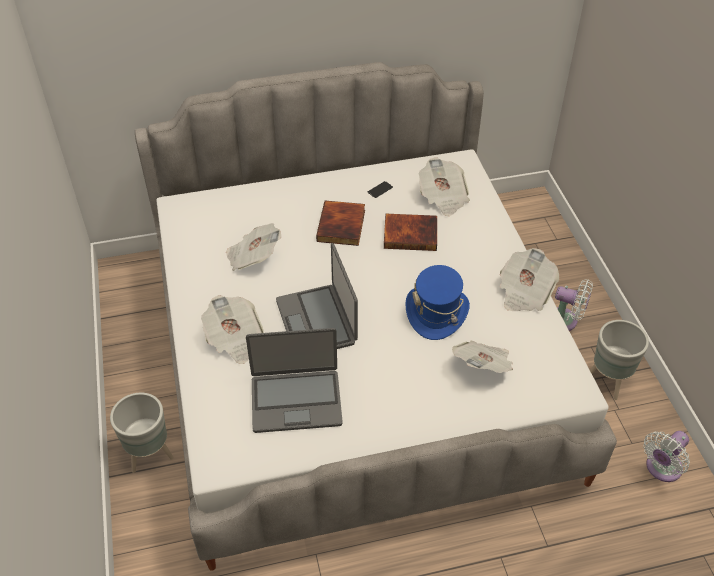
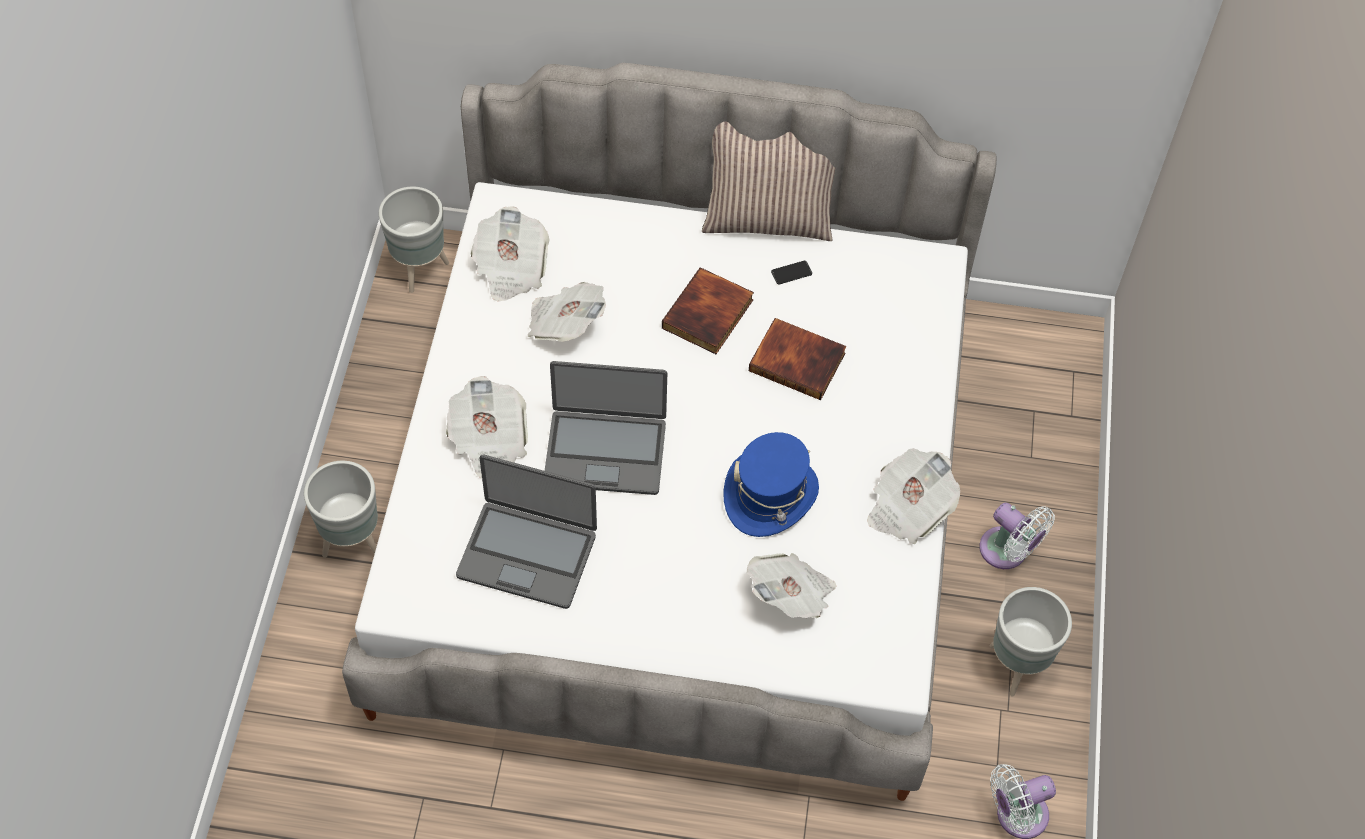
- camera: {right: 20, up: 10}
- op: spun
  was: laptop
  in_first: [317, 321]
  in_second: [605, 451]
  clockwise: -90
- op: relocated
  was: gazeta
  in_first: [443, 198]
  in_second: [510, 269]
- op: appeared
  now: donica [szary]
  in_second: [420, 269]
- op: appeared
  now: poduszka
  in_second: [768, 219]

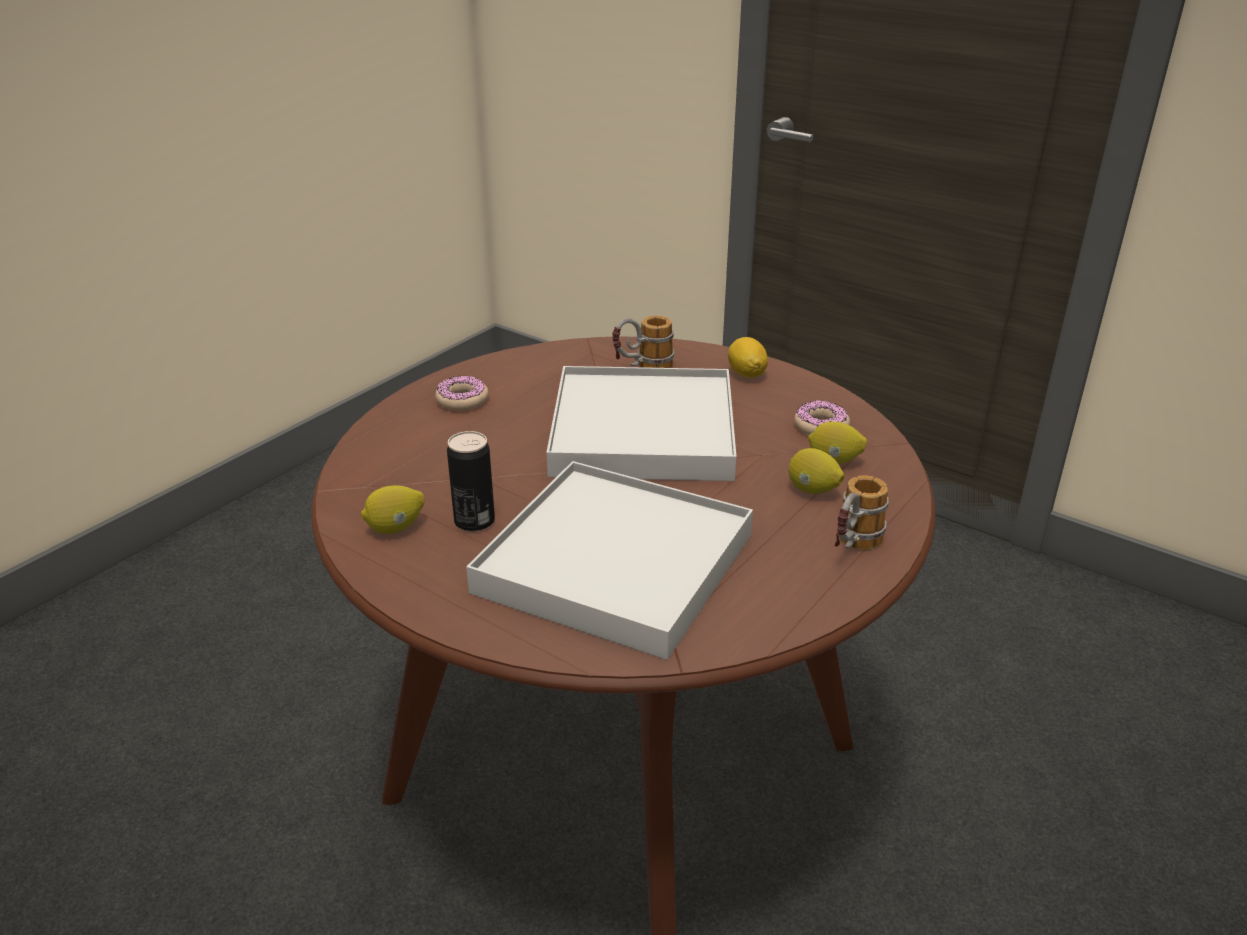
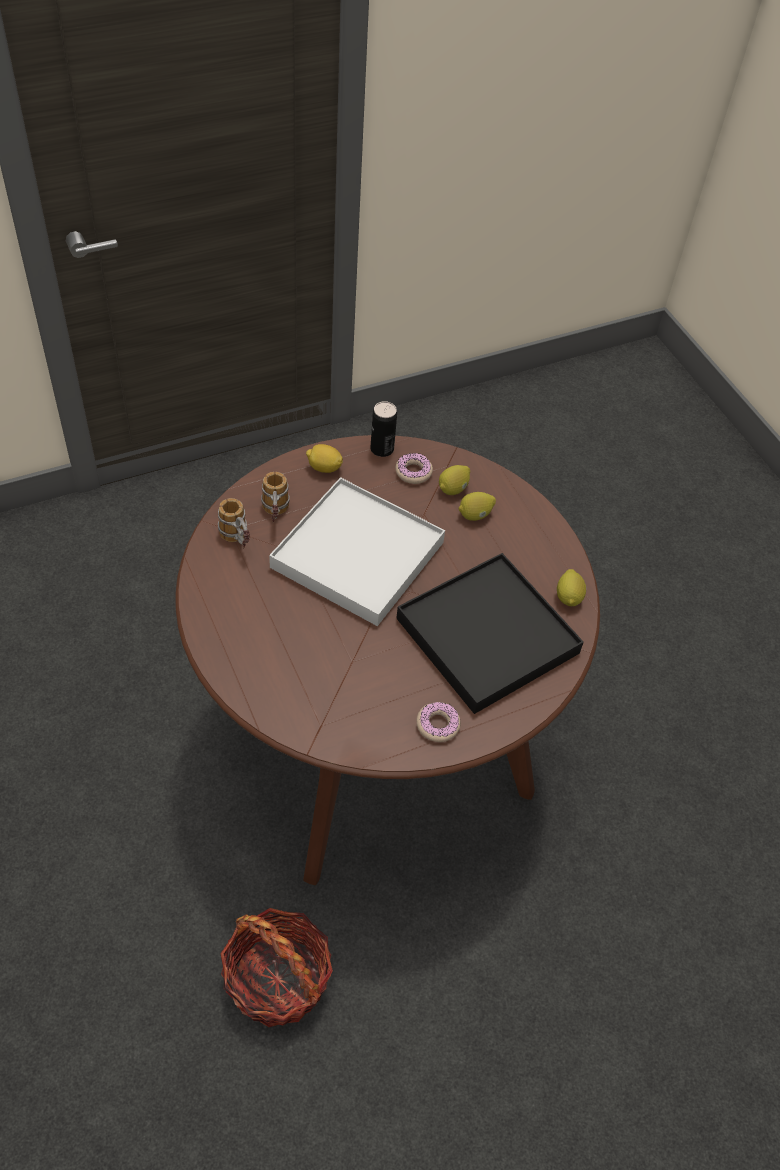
- camera: {right: -65, up: 20}
- op: relocated
  was: cytryna
  in_first: [395, 528]
  in_second: [568, 597]
- op: relocated
  was: donut
  in_first: [462, 400]
  in_second: [437, 725]
- op: relocated
  was: puszka
  in_first: [474, 521]
  in_second: [382, 449]
- op: colour
  was: taca [biały]
  now: taca [czarny]
  in_first: [614, 563]
  in_second: [487, 636]
- op: relocated
  was: kubek
  in_first: [852, 548]
  in_second: [238, 541]
- op: appeared
  now: koszyk
  in_second: [277, 979]

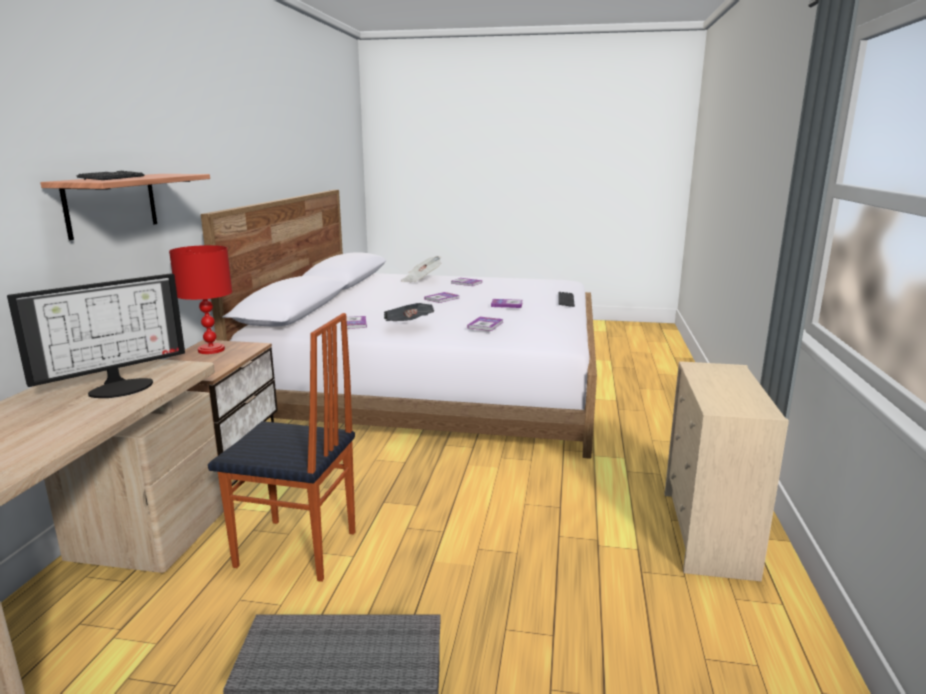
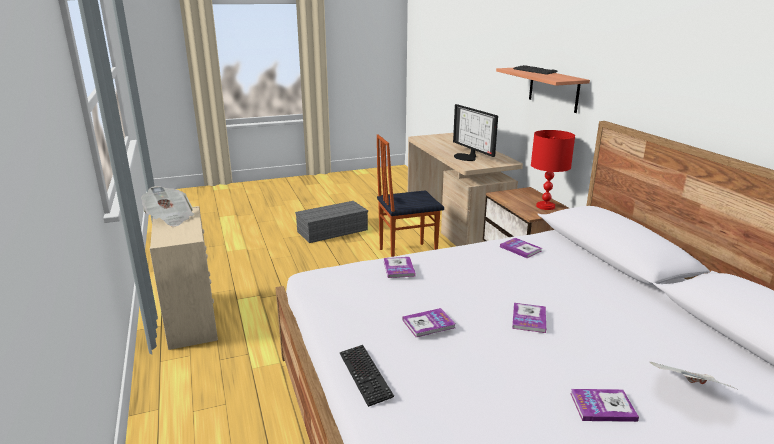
- camera: {right: 150, up: 5}
- op: spun
  was: monitor
  in_first: [120, 386]
  in_second: [467, 157]
  clockwise: -45
- op: relocated
  was: gazeta
  in_first: [409, 327]
  in_second: [170, 218]

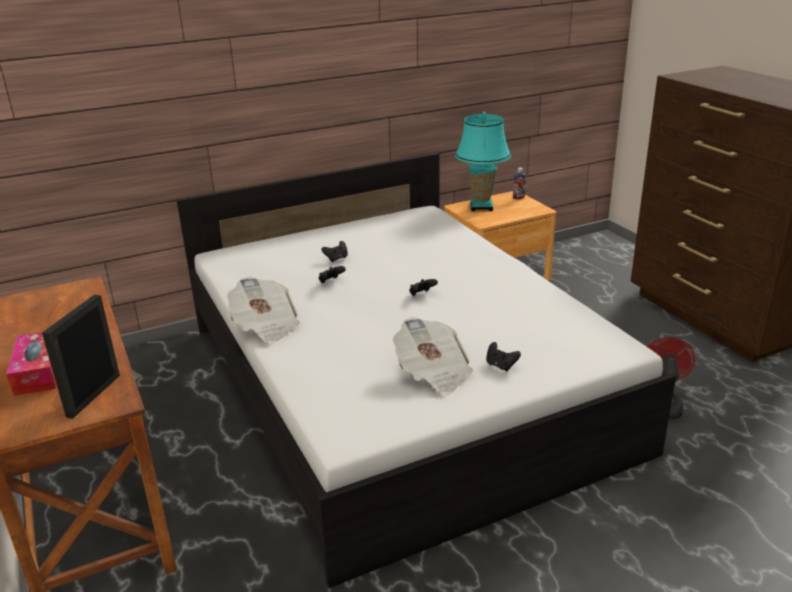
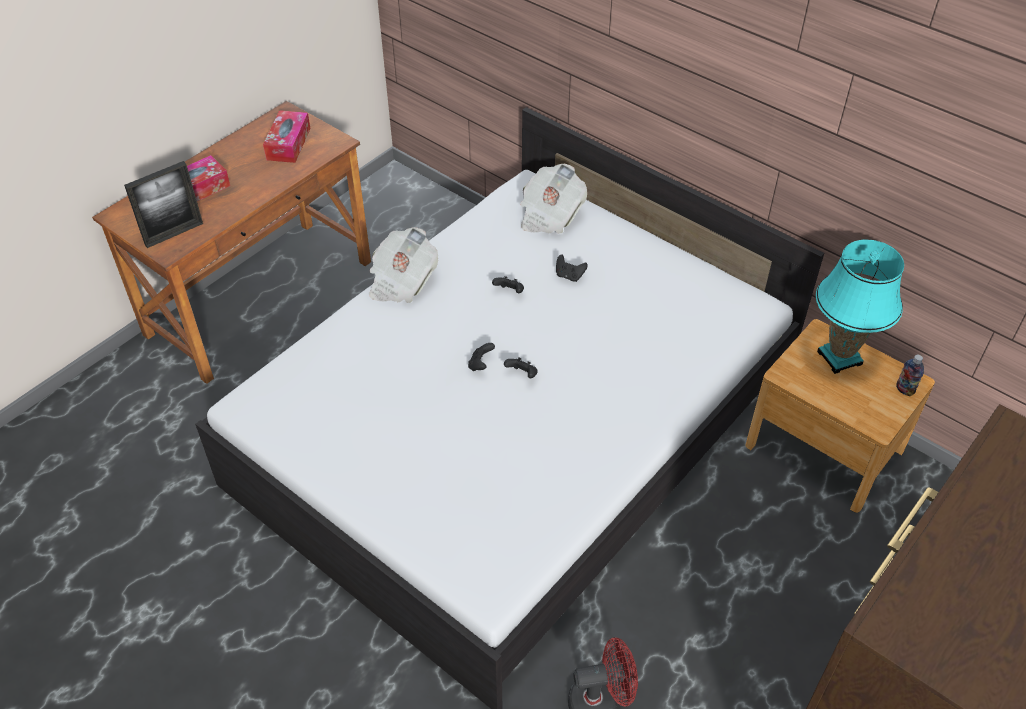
- camera: {right: 65, up: 20}
- op: spun
  was: ramka na zdjęcie
  in_first: [94, 395]
  in_second: [174, 234]
  clockwise: 150
- op: relocated
  was: gazeta
  in_first: [433, 373]
  in_second: [549, 215]
- op: relocated
  was: pad do gier [czarny]
  in_first: [501, 366]
  in_second: [480, 365]
- op: appeared
  now: pudełko chusteczek
  in_second: [288, 144]

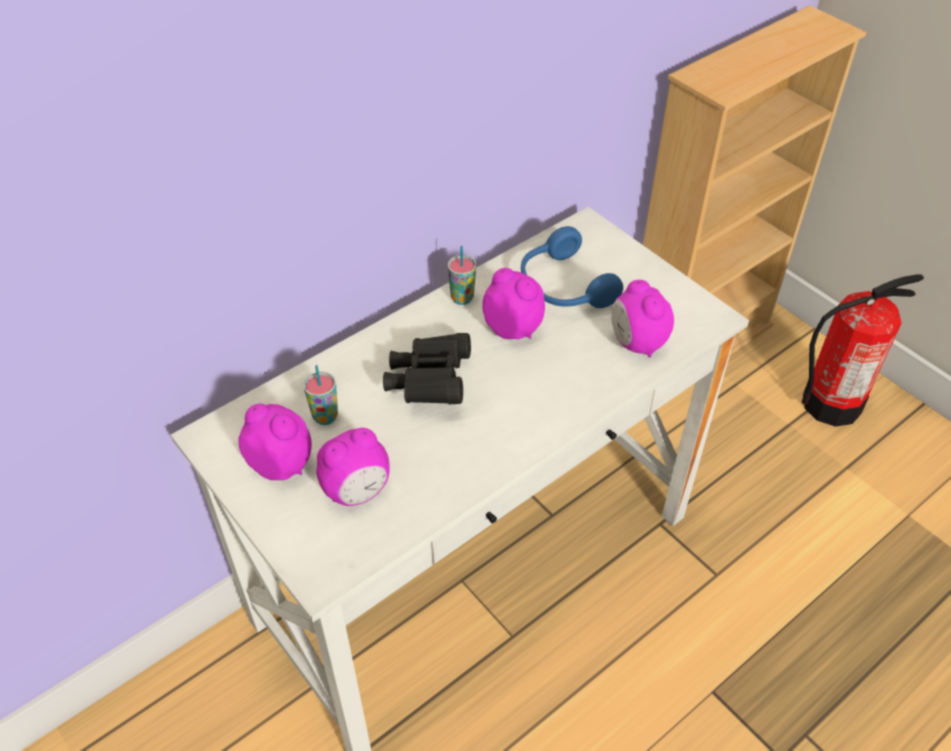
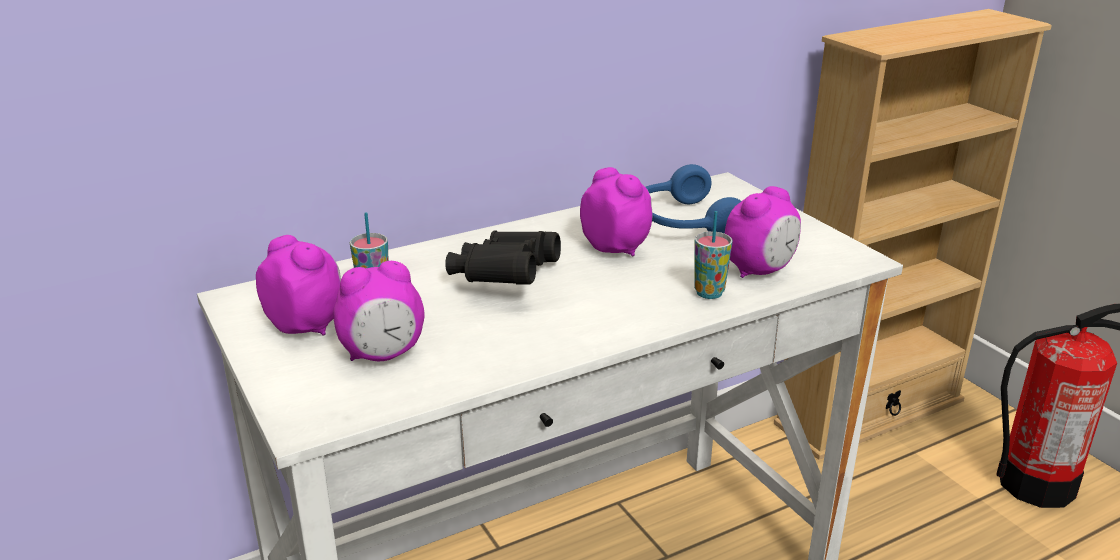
- camera: {right: 10, up: -20}
- op: relocated
  was: filiżanka
  in_first: [462, 298]
  in_second: [709, 293]
- op: spun
  was: budzik
  in_first: [636, 343]
  in_second: [759, 270]
  clockwise: -120

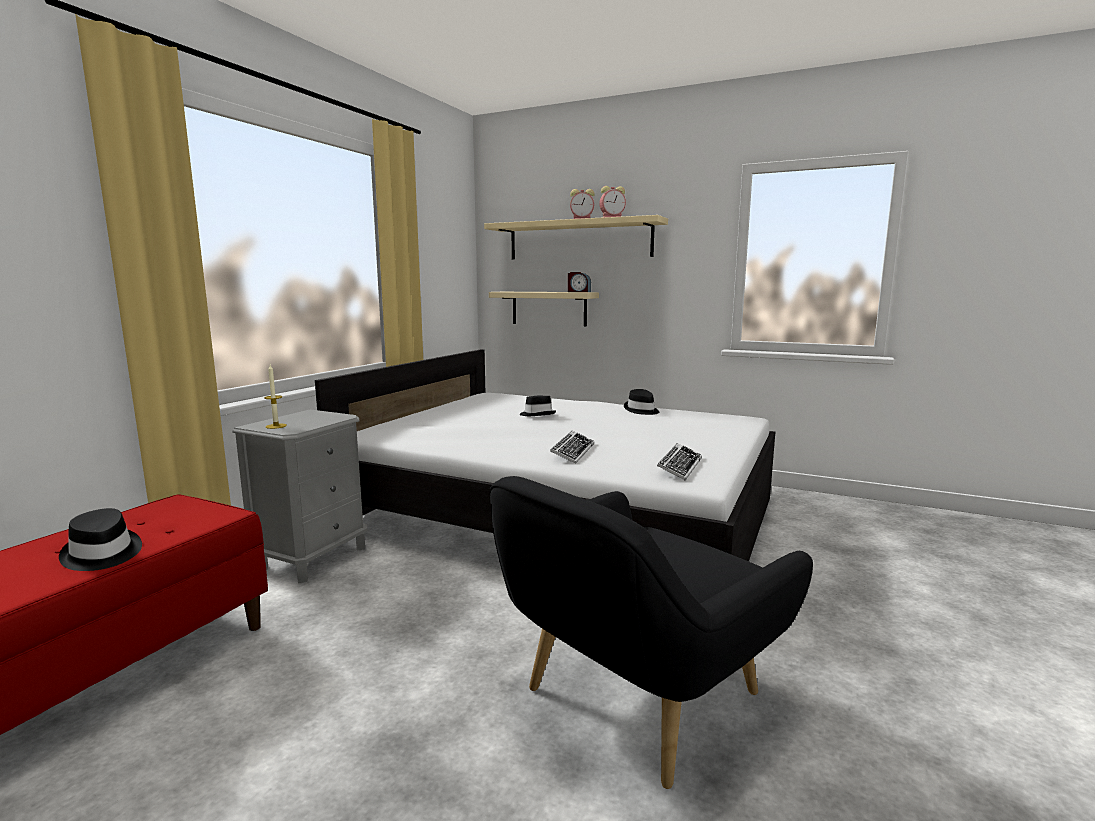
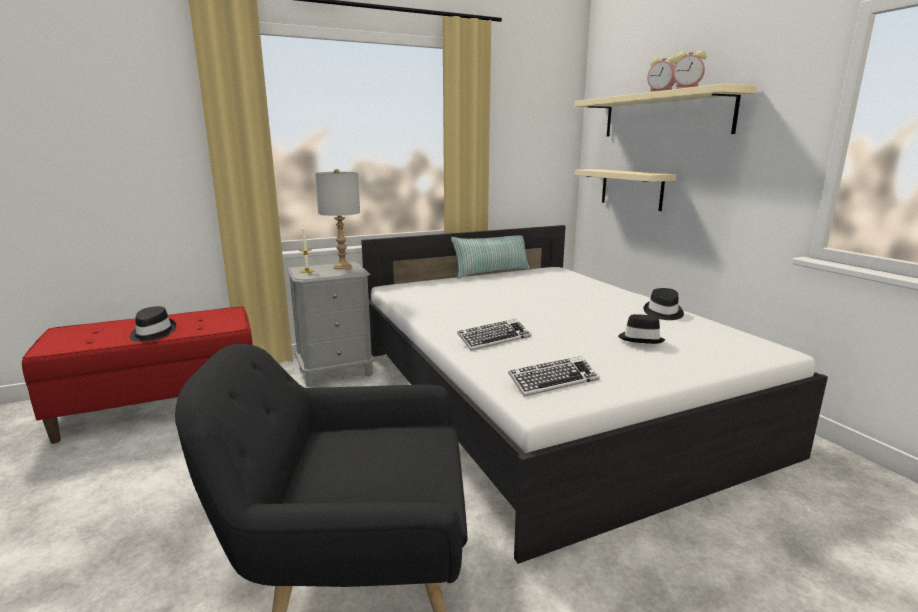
- camera: {right: 40, up: 5}
- op: relocated
  was: kapelusz [czarny]
  in_first: [537, 414]
  in_second: [641, 339]
- op: missing
  was: budzik
  in_first: [578, 292]
- op: appeared
  now: lampa stołowa [szary]
  in_second: [343, 267]
- op: appeared
  now: poduszka
  in_second: [491, 272]

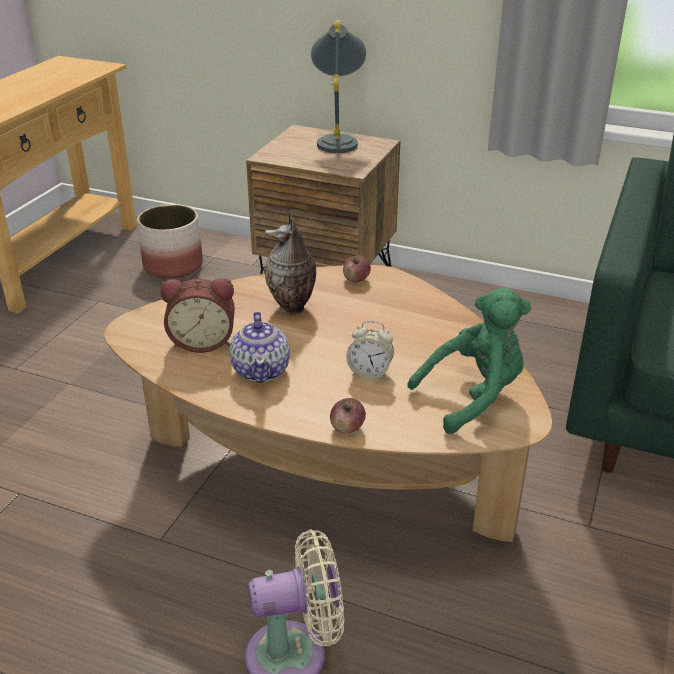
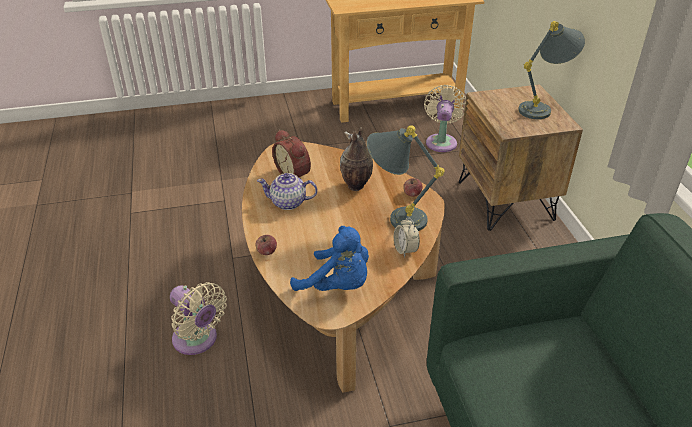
- camera: {right: 55, up: 5}
- op: exchanged
  was: donica
  now: wentylator [beżowy]
  in_first: [173, 266]
  in_second: [441, 141]
- op: spun
  was: imbryk
  in_first: [261, 370]
  in_second: [288, 203]
  clockwise: 45
- op: relocated
  was: budzik
  in_first: [369, 373]
  in_second: [405, 250]
- op: colour
  was: pluszak [zielony]
  now: pluszak [niebieski]
  in_first: [473, 397]
  in_second: [337, 286]
- op: appeared
  now: lampa stołowa [szary]
  in_second: [395, 217]

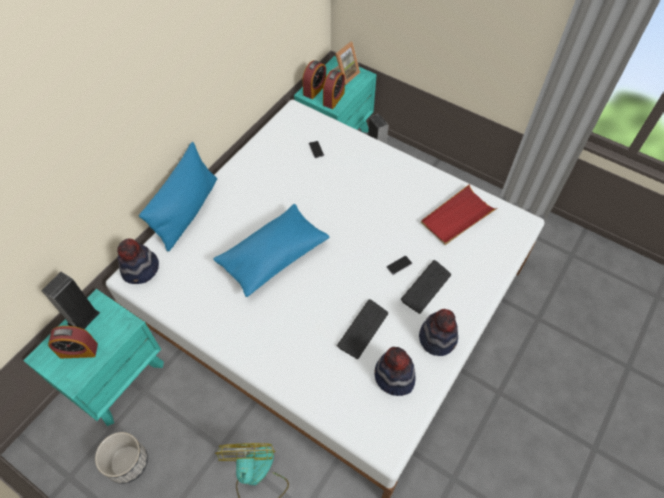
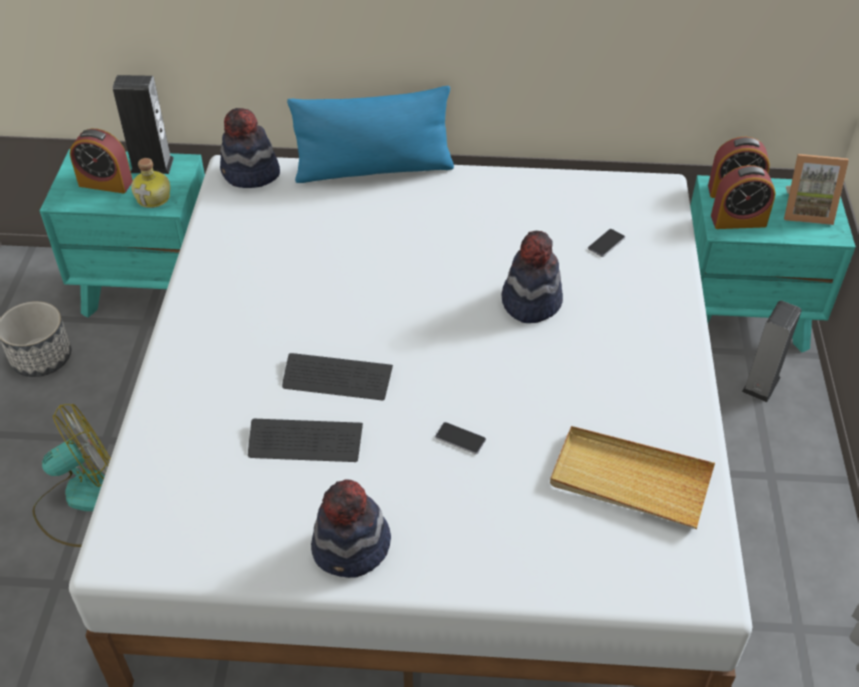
- camera: {right: 60, up: -10}
- op: spun
  was: budzik
  in_first: [78, 350]
  in_second: [105, 183]
  clockwise: -45
- op: missing
  was: poduszka [niebieski]
  in_first: [273, 256]
- op: relocated
  was: kapelusz
  in_first: [394, 377]
  in_second: [530, 301]
- op: relocated
  was: klawiatura
  in_first: [426, 287]
  in_second: [337, 378]
- op: colour
  was: taca [czerwony]
  now: taca [beżowy]
  in_first: [457, 217]
  in_second: [630, 480]
- op: appeared
  now: butelka
  in_second: [154, 198]

